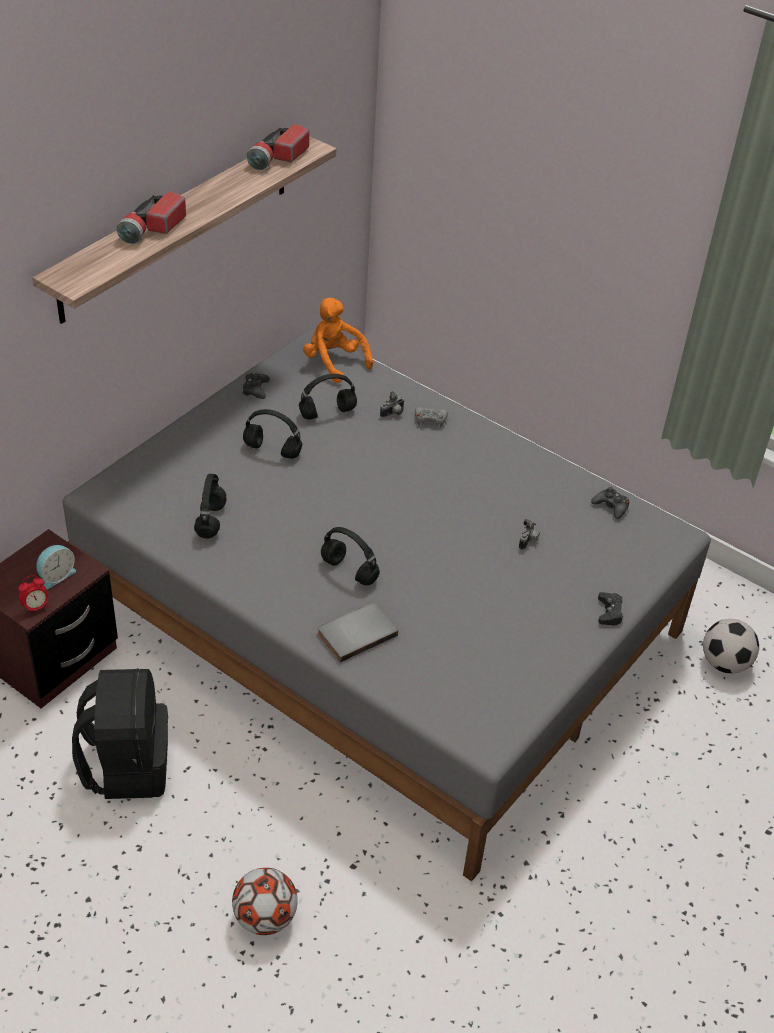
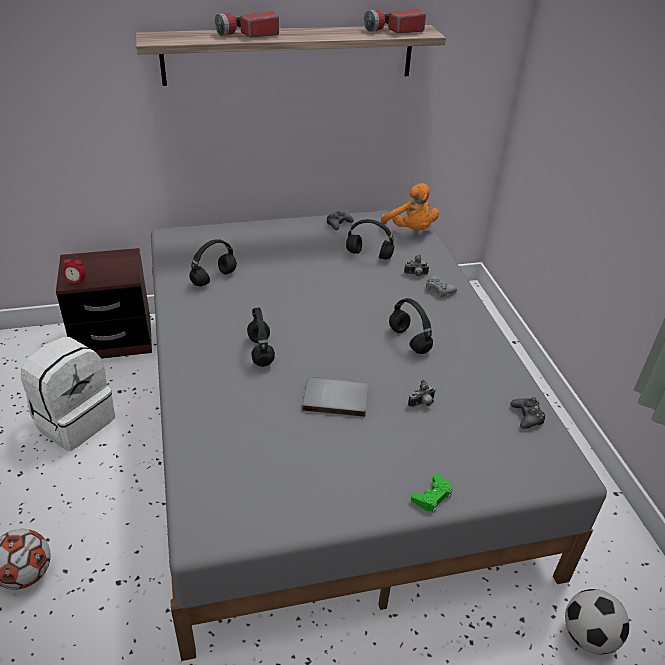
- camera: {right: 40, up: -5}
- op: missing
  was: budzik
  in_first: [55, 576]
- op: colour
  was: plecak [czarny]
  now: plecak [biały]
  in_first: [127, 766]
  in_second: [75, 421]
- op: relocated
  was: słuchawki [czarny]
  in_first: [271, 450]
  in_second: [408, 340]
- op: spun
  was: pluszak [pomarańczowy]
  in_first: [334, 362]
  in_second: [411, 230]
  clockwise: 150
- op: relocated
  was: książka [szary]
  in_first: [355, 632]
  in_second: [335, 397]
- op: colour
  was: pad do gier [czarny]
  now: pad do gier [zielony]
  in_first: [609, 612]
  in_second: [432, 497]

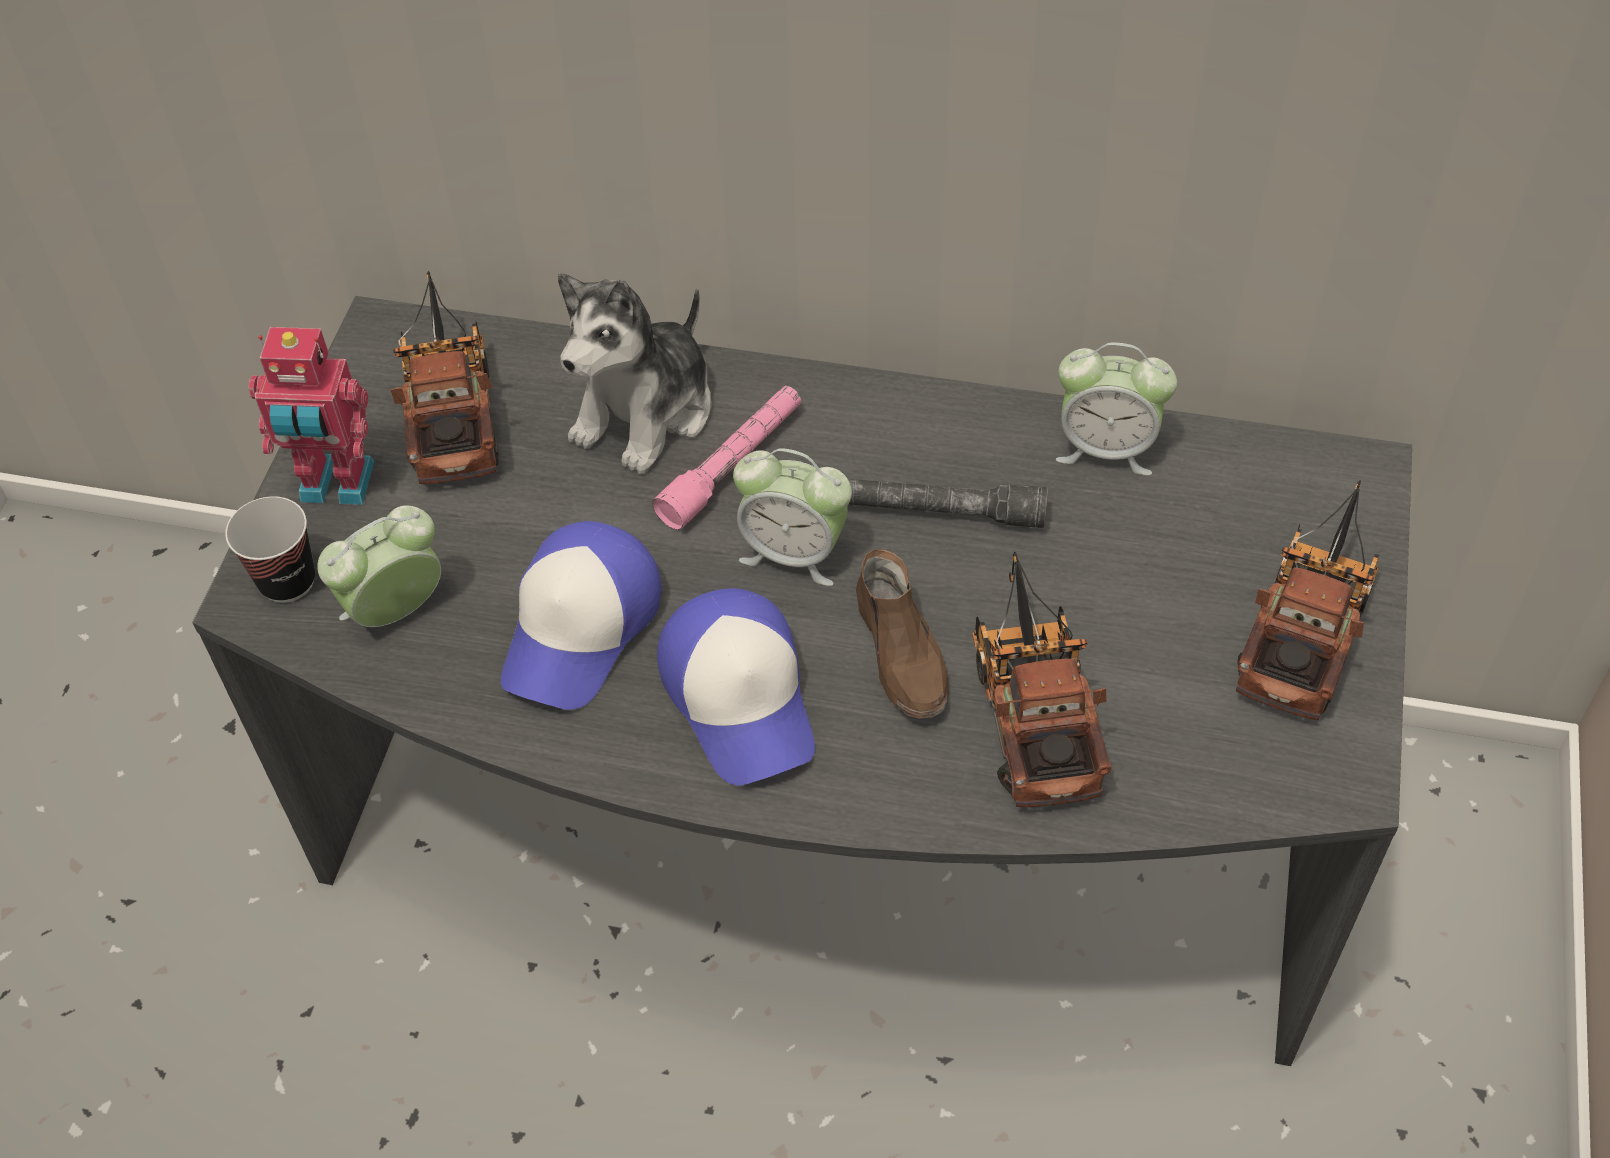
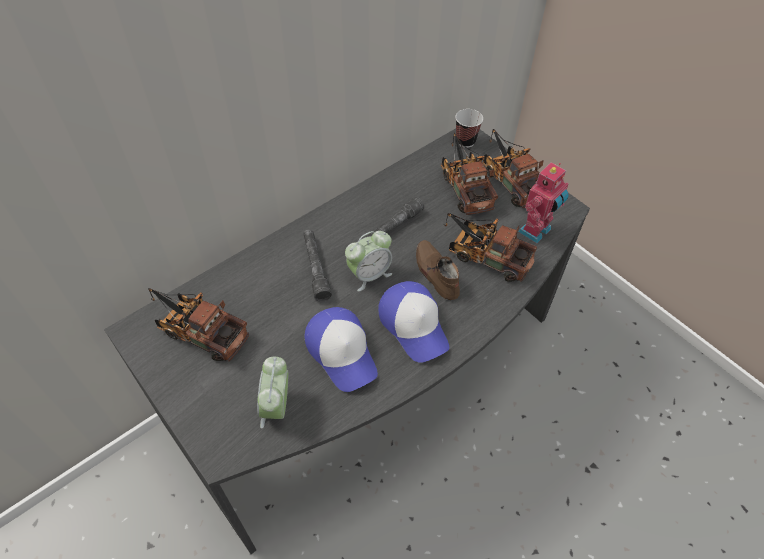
- camera: {right: -55, up: 0}
- op: relocated
  was: filiżanka
  in_first: [287, 581]
  in_second: [465, 141]
- op: relocated
  was: robot zabawkowy
  in_first: [336, 486]
  in_second: [536, 231]
- op: missing
  was: pluszak
  in_first: [646, 412]
- op: colour
  was: latarka [różowy]
  now: latarka [szary]
  in_first: [732, 465]
  in_second: [316, 268]
- op: spun
  was: czapka z daszkiem
  in_first: [741, 696]
  in_second: [414, 325]
  clockwise: 45
- op: spun
  was: but [brązowy]
  in_first: [903, 653]
  in_second: [435, 273]
  clockwise: -135
- op: missing
  was: budzik
  in_first: [1106, 448]
- op: appeared
  now: ciężarówka zabawkowa
  in_second: [464, 186]

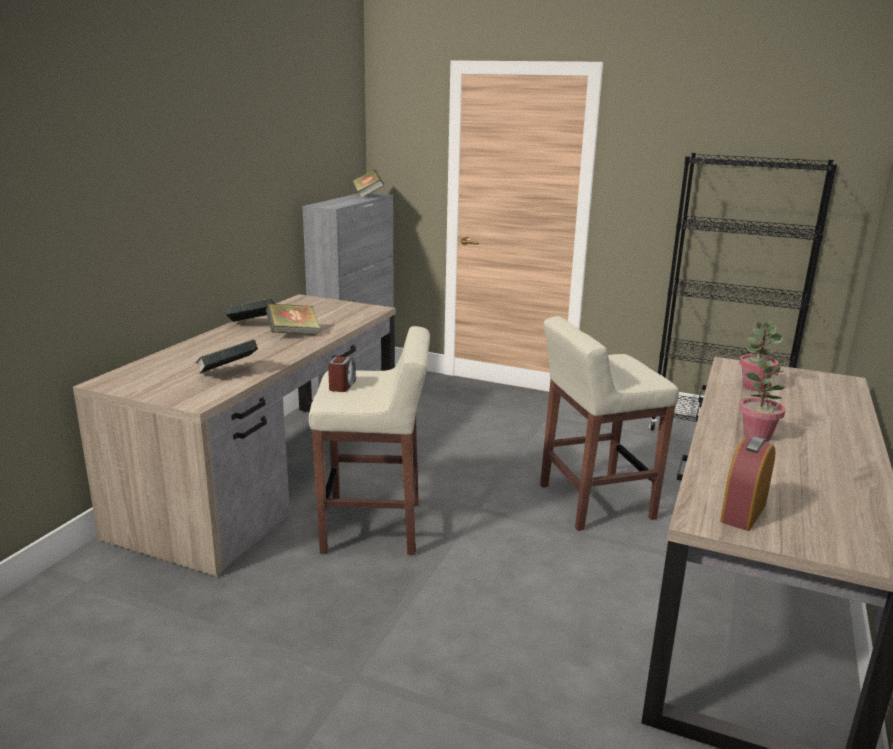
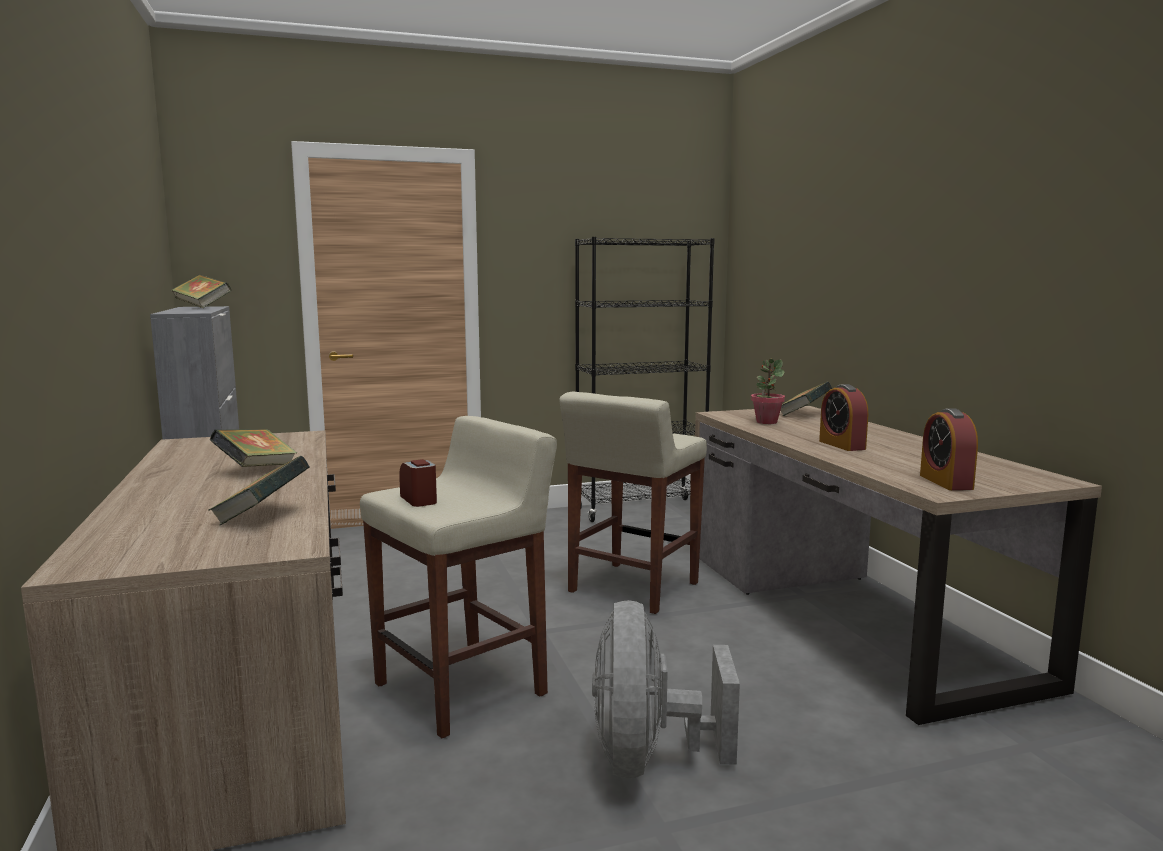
- camera: {right: -40, up: -10}
- op: relocated
  was: książka
  in_first: [252, 324]
  in_second: [803, 414]
- op: exchanged
  was: roślina doniczkowa
  now: budzik
  in_first: [757, 436]
  in_second: [842, 445]
- op: appeared
  now: wentylator [szary]
  in_second: [648, 759]

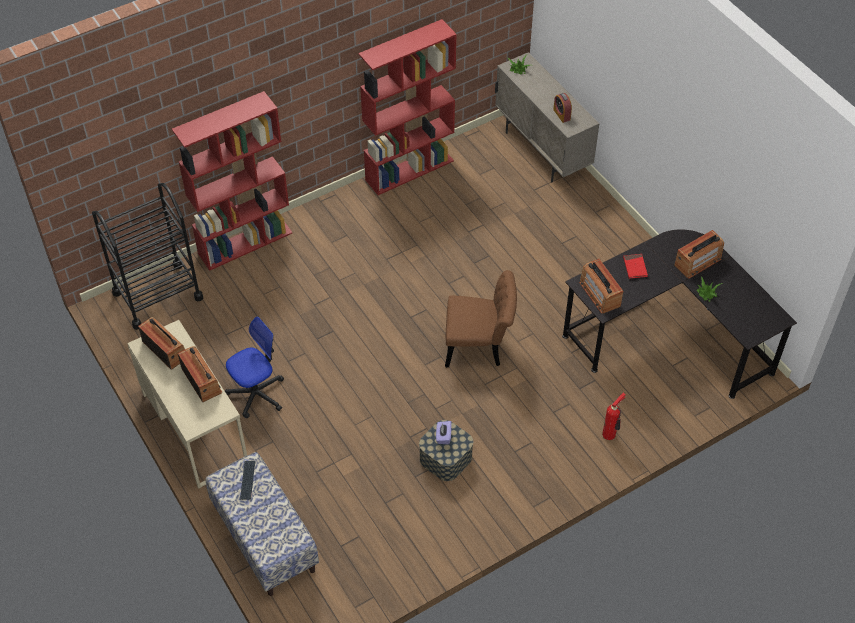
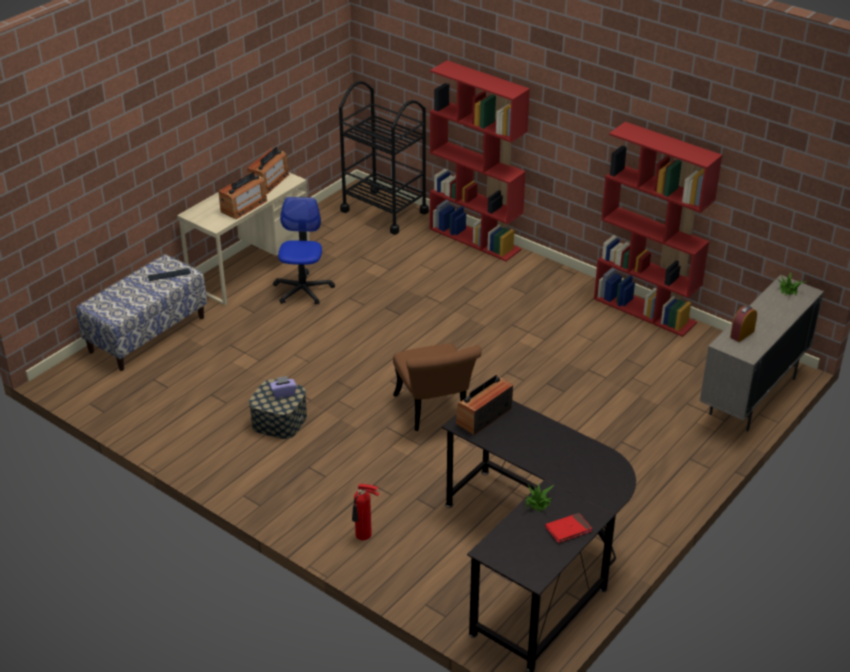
- camera: {right: 70, up: -15}
- op: spun
  was: krzesło biurowe
  in_first: [256, 393]
  in_second: [303, 290]
  clockwise: -120
- op: relocated
  was: książka [czerwony]
  in_first: [635, 267]
  in_second: [568, 529]
- op: missing
  was: radio
  in_first: [697, 262]

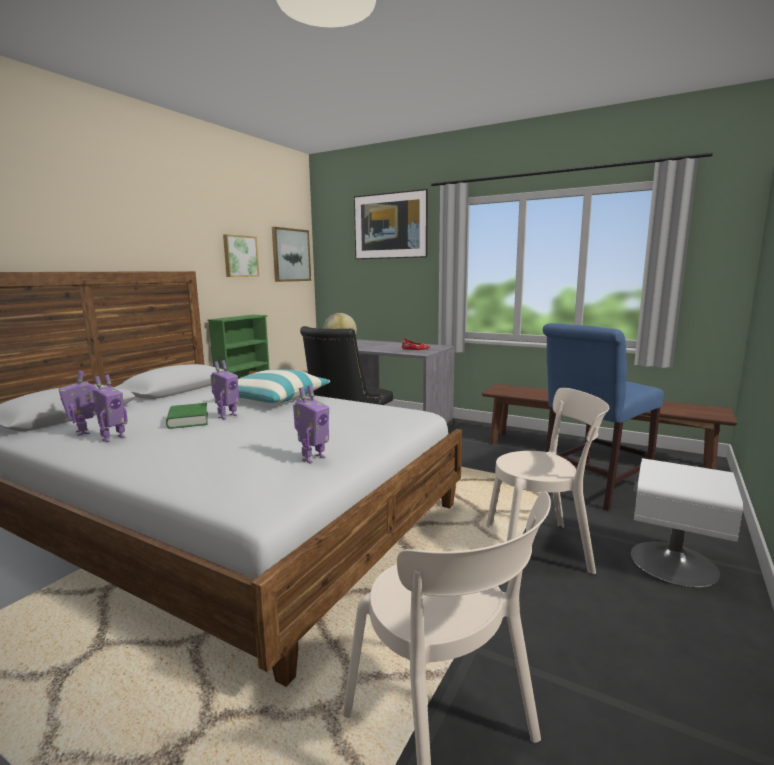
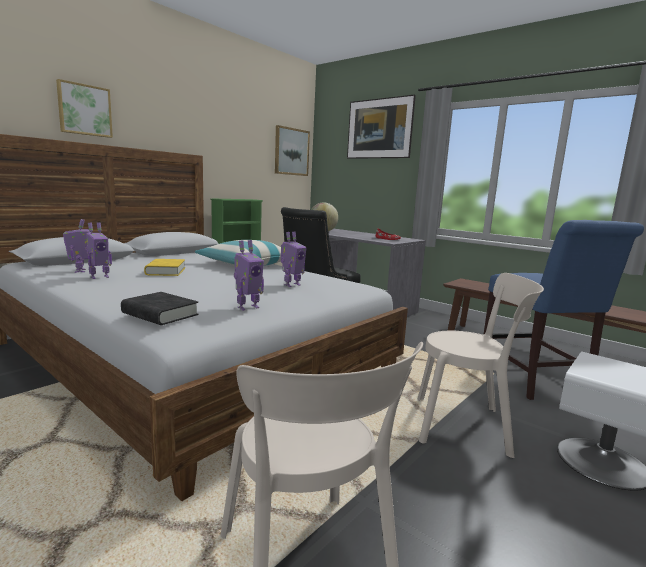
- camera: {right: 10, up: 0}
- op: colour
  was: książka [zielony]
  now: książka [żółty]
  in_first: [188, 420]
  in_second: [165, 271]
- op: relocated
  was: robot zabawkowy
  in_first: [227, 416]
  in_second: [291, 285]
- op: relocated
  was: obraz
  in_first: [240, 256]
  in_second: [84, 110]
- op: spun
  was: krzesło [niebieski]
  in_first: [591, 487]
  in_second: [536, 381]
  clockwise: -75
- op: appeared
  now: książka [czarny]
  in_second: [160, 314]

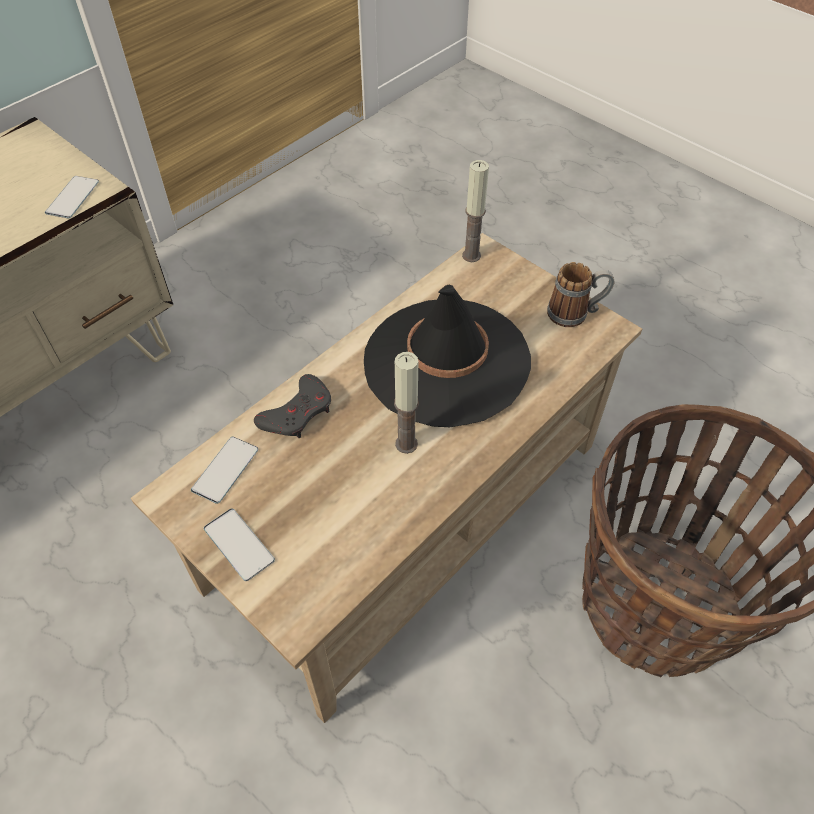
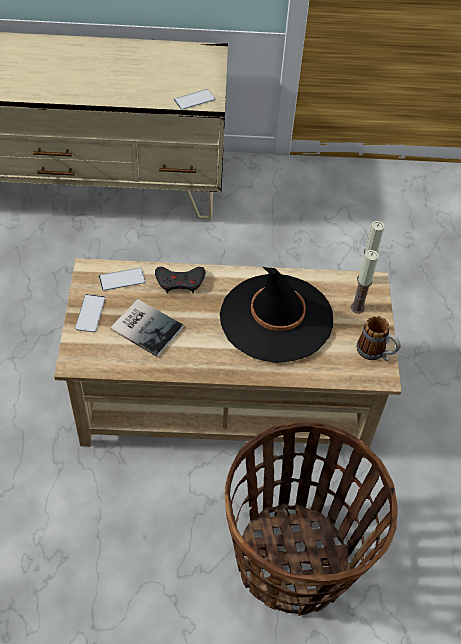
- camera: {right: 45, up: 0}
- op: relocated
  was: świeca
  in_first: [406, 444]
  in_second: [357, 307]
- op: appeared
  now: książka
  in_second: [146, 326]

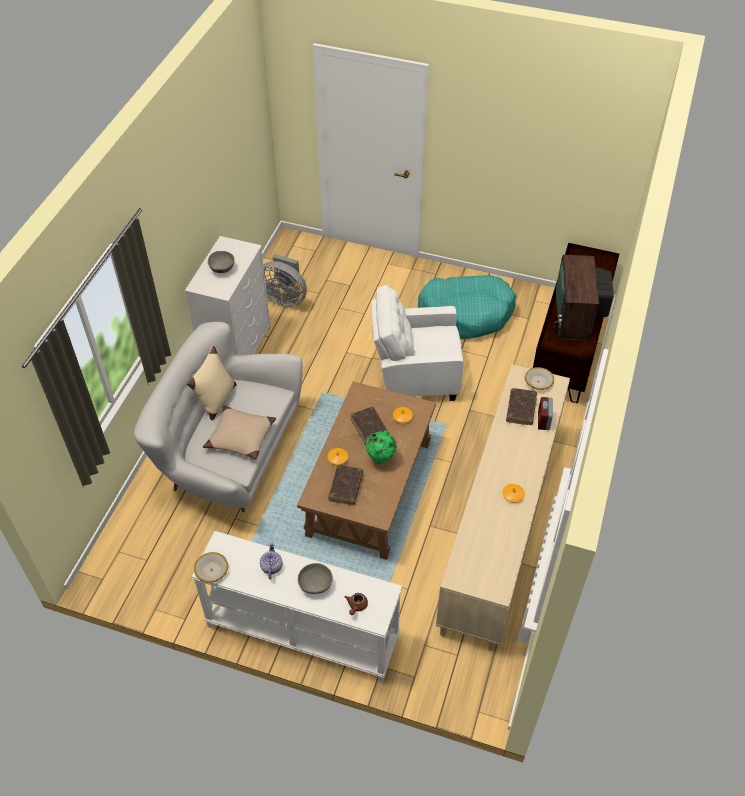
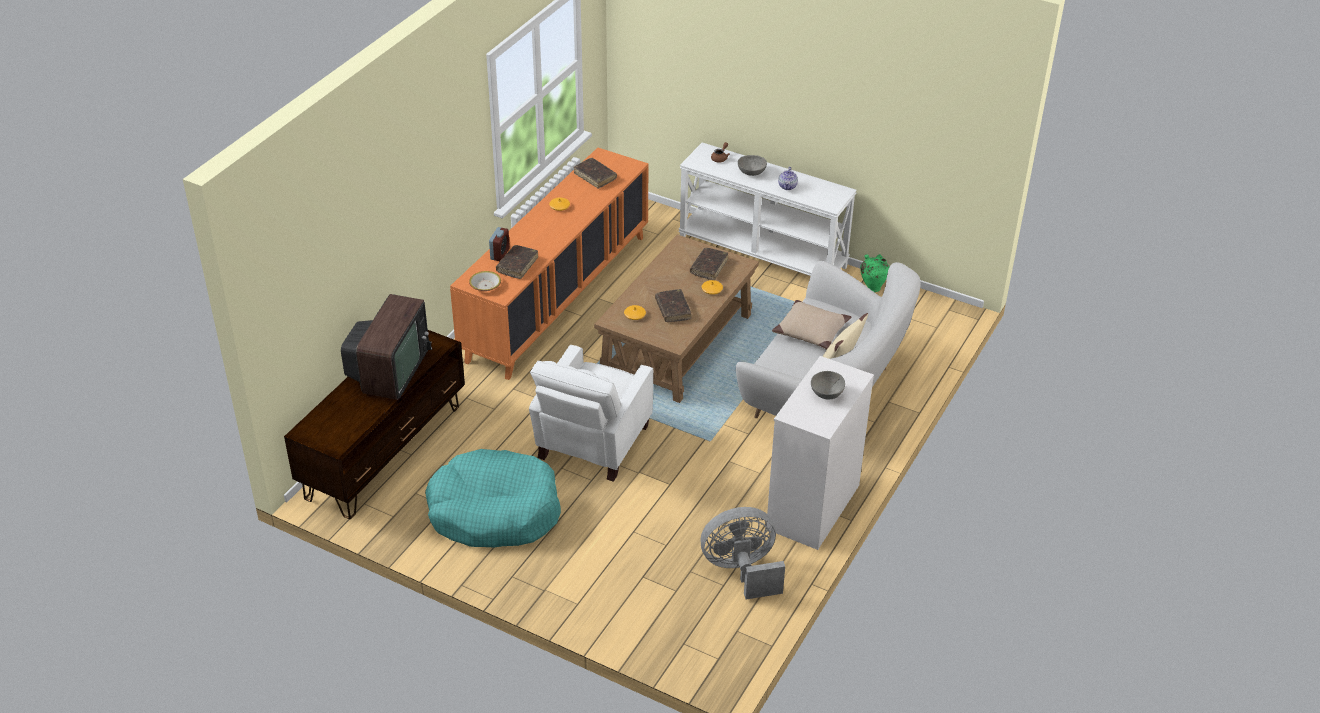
- camera: {right: -170, up: -10}
- op: missing
  was: miska
  in_first: [211, 570]
- op: spun
  was: wentylator [szary]
  in_first: [284, 298]
  in_second: [741, 571]
  clockwise: -45
- op: relocated
  was: wazon [zielony]
  in_first: [380, 460]
  in_second: [872, 287]
- op: spun
  was: fotel [biały]
  in_first: [415, 376]
  in_second: [591, 443]
  clockwise: 105
- op: colour
  was: szafka [beżowy]
  now: szafka [pomarańczowy]
  in_first: [500, 528]
  in_second: [557, 297]
- op: appeared
  now: książka [brązowy]
  in_second: [595, 176]

